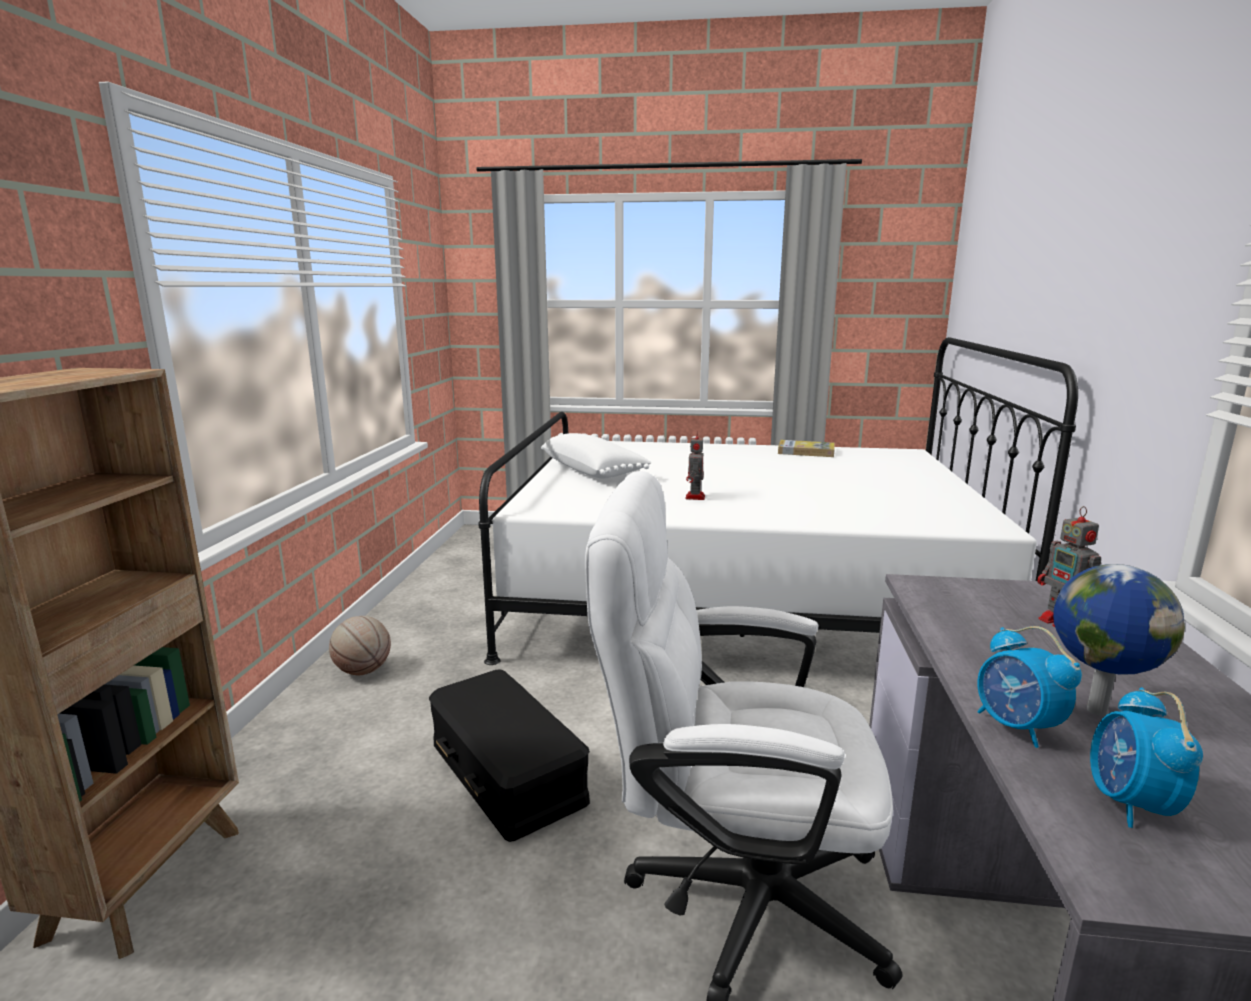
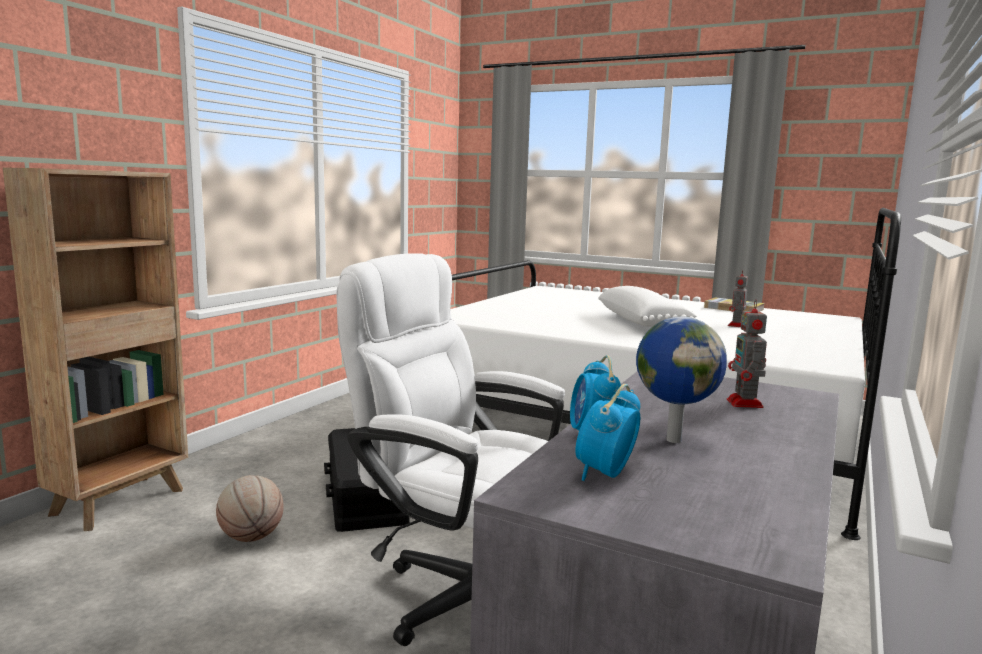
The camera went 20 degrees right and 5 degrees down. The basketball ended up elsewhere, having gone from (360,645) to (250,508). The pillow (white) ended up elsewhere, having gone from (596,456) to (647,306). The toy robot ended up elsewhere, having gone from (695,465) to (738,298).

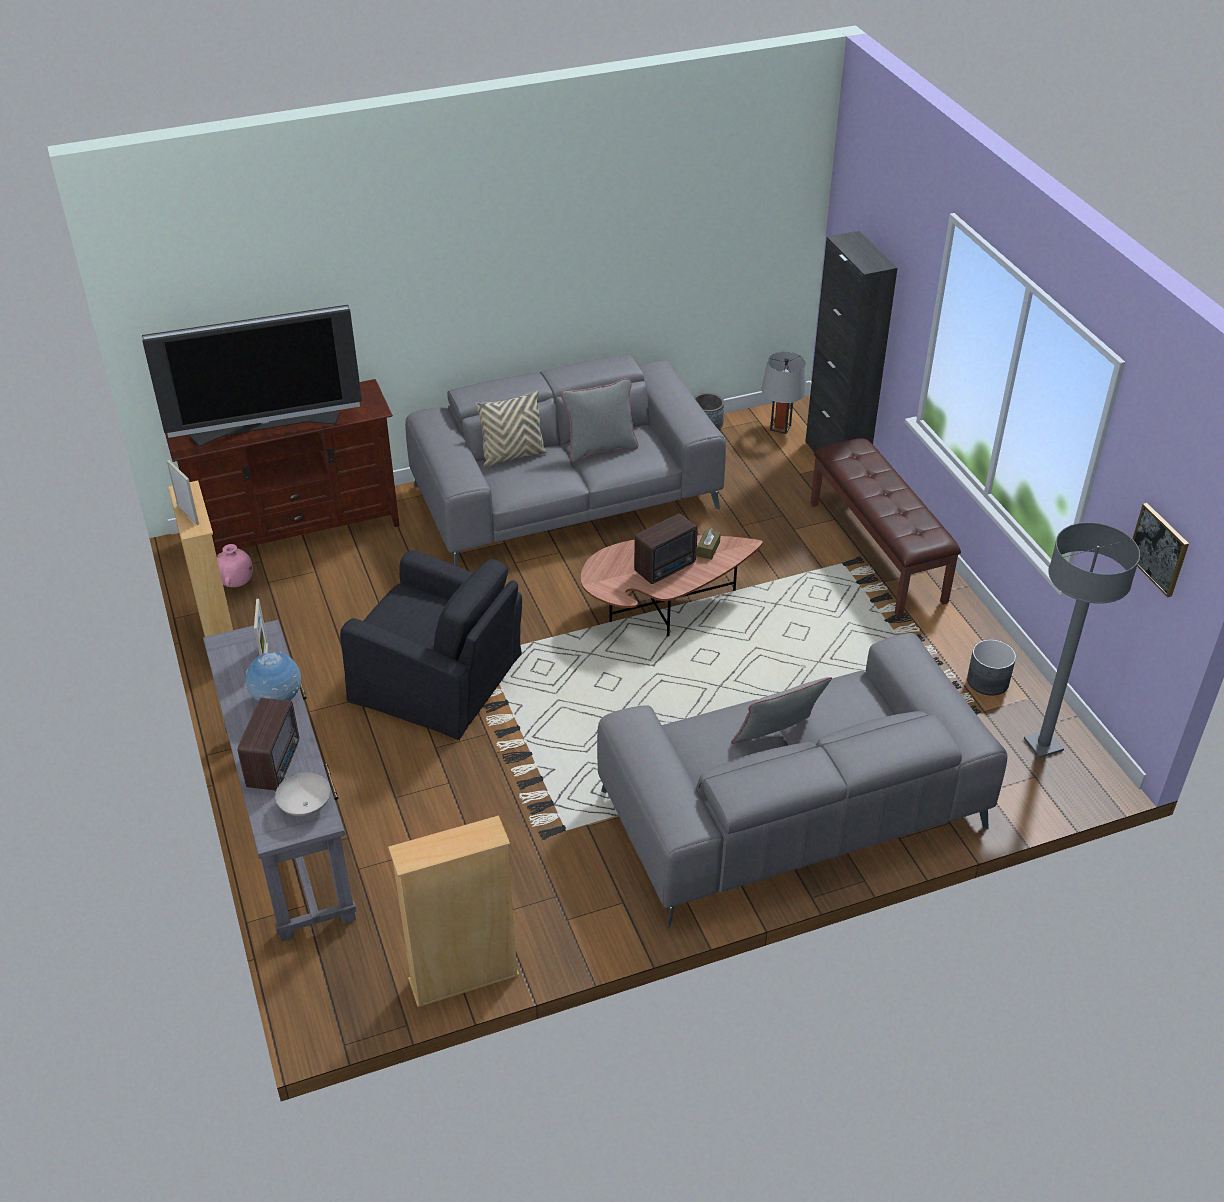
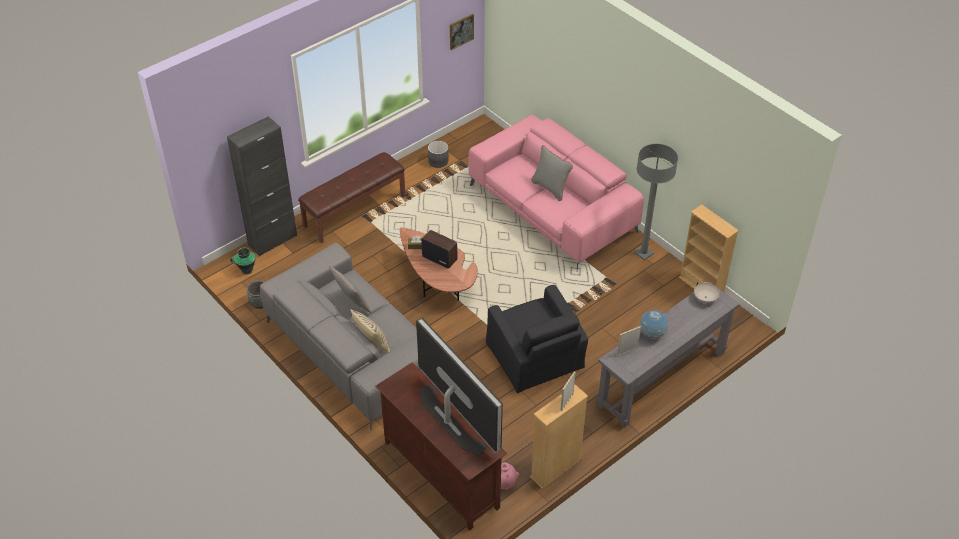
The camera went 110 degrees left and 5 degrees up. The second view lost the radio at (268,744). The armchair (black) at (431,645) ended up facing another way, 150 degrees clockwise from before. What was the sofa (grey) at (802,781) turned into the sofa (pink) at (556,193). Where the table lamp (grey) stood at (784,393), the vase came to stand at (243,261). The floor lamp (grey) ended up elsewhere, having gone from (1082,640) to (656,202).

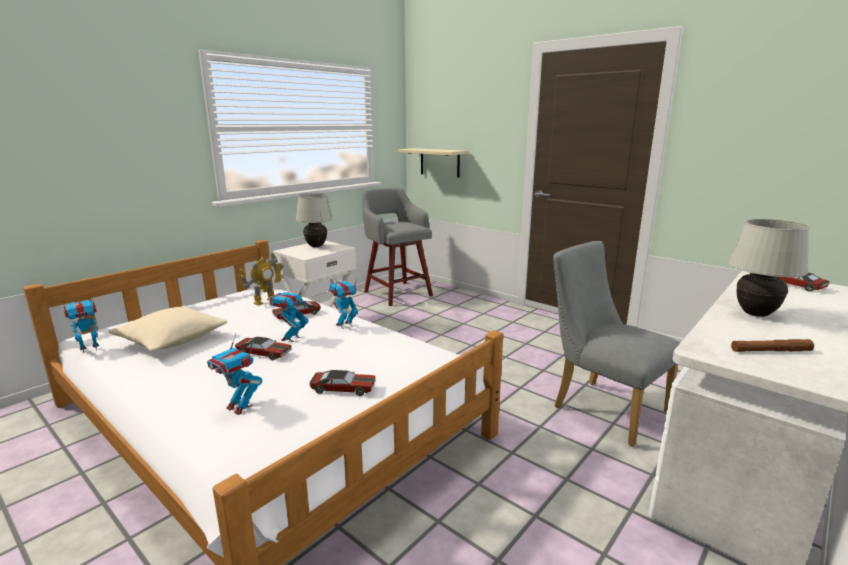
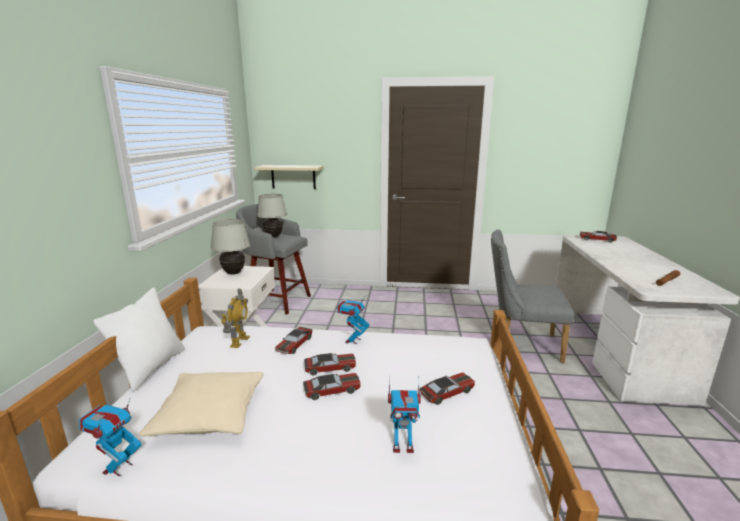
The camera went 35 degrees left and 0 degrees up. Where the toy robot stood at (289,314), the toy car came to stand at (330,364). The table lamp (white) ended up elsewhere, having gone from (768,268) to (272,216). The second view gained the pillow (white) at (139,340).

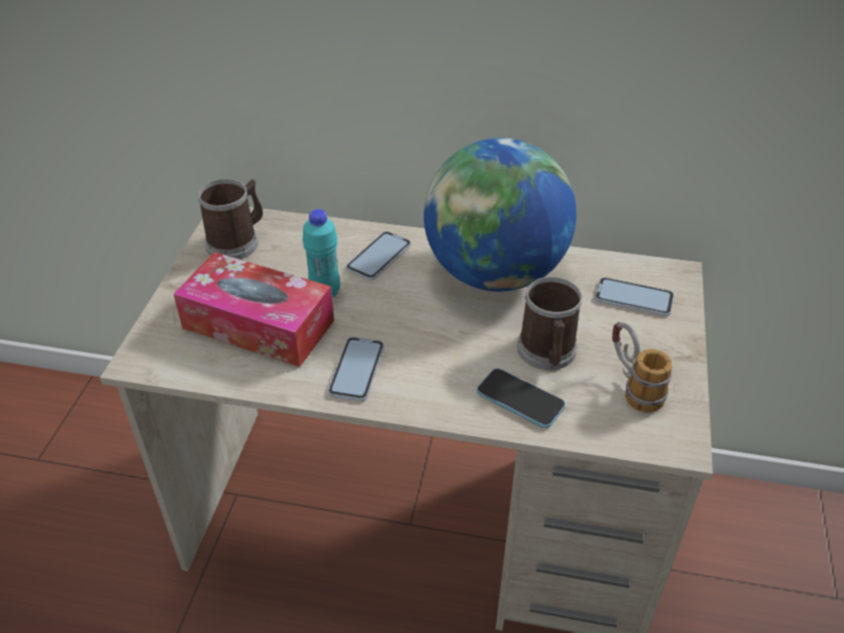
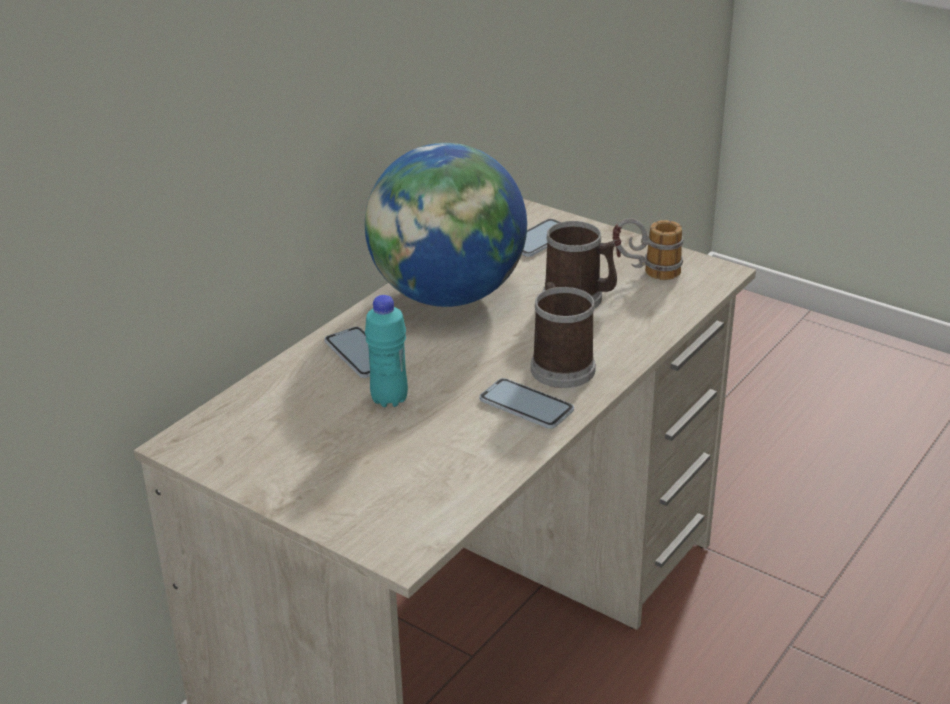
The camera went 65 degrees left and 10 degrees down. The second view lost the tissue box at (253,309). The mug ended up elsewhere, having gone from (230,219) to (563,335). The second view lost the phone at (521,398).

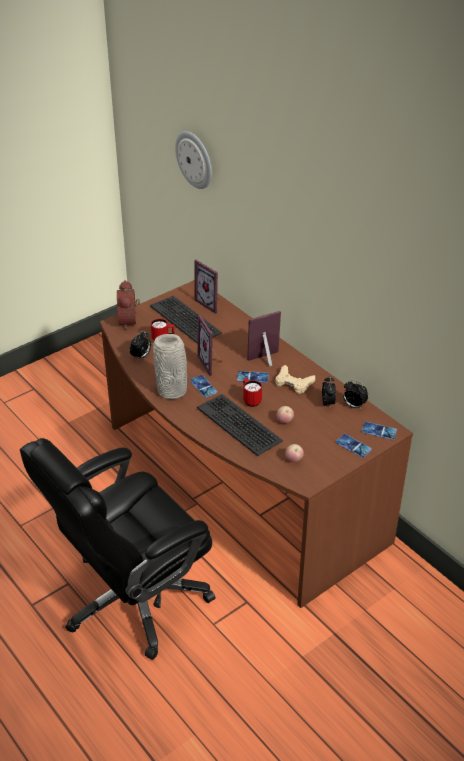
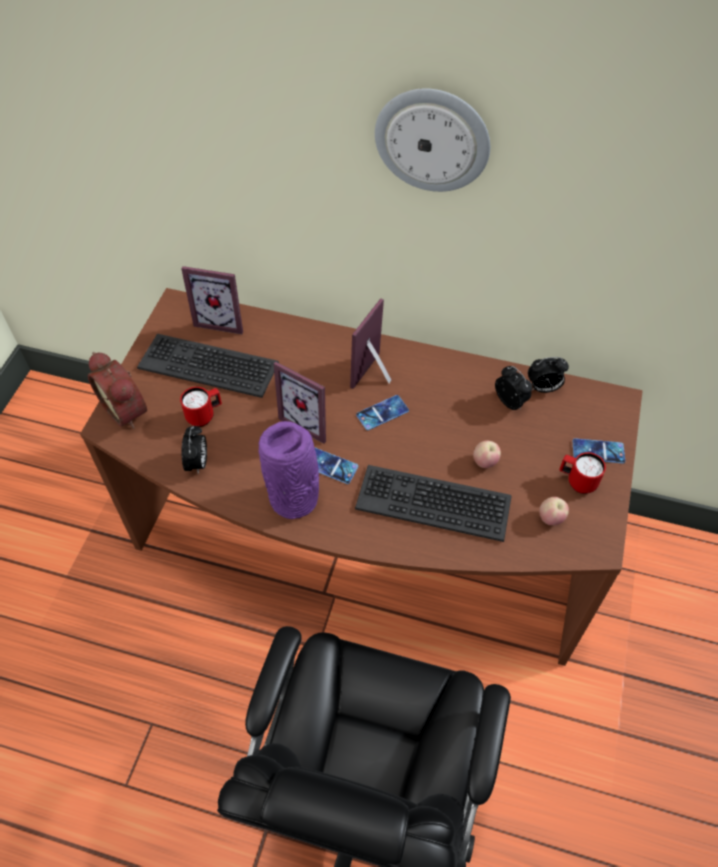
The camera went 35 degrees left and 15 degrees up. What was the vase (grey) at (170,366) turned into the vase (purple) at (289,470). The wall clock ended up elsewhere, having gone from (193,160) to (432,140). The mug (red) ended up elsewhere, having gone from (252,392) to (582,473). The second view lost the game controller (beige) at (295,379). The second view lost the phone at (379,431).

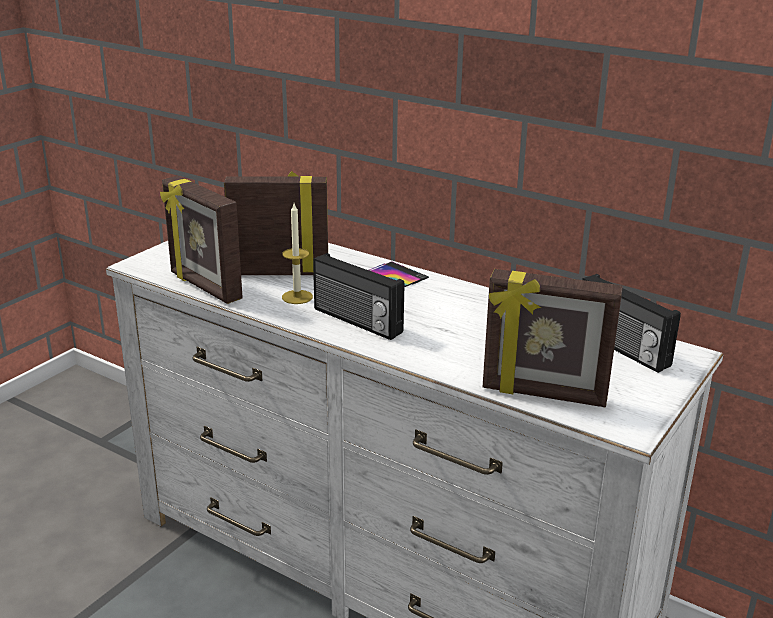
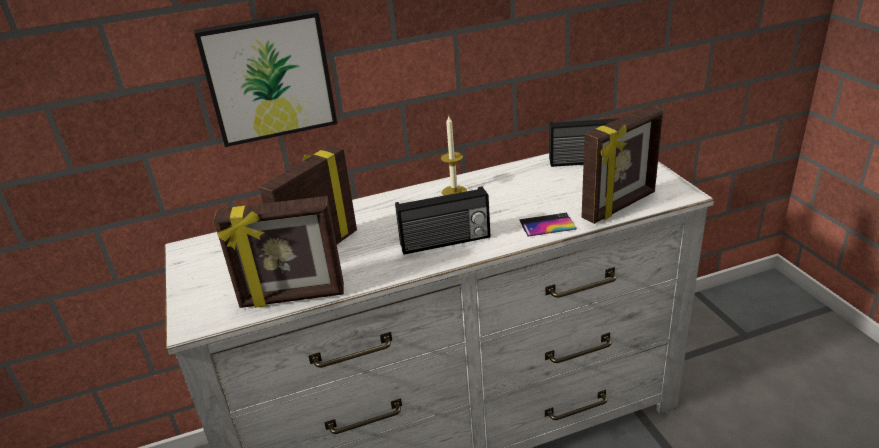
The camera went 50 degrees left and 5 degrees up. The candle ended up elsewhere, having gone from (297,253) to (454,156). The phone ended up elsewhere, having gone from (399,274) to (548,225). The second view gained the picture at (265,78).

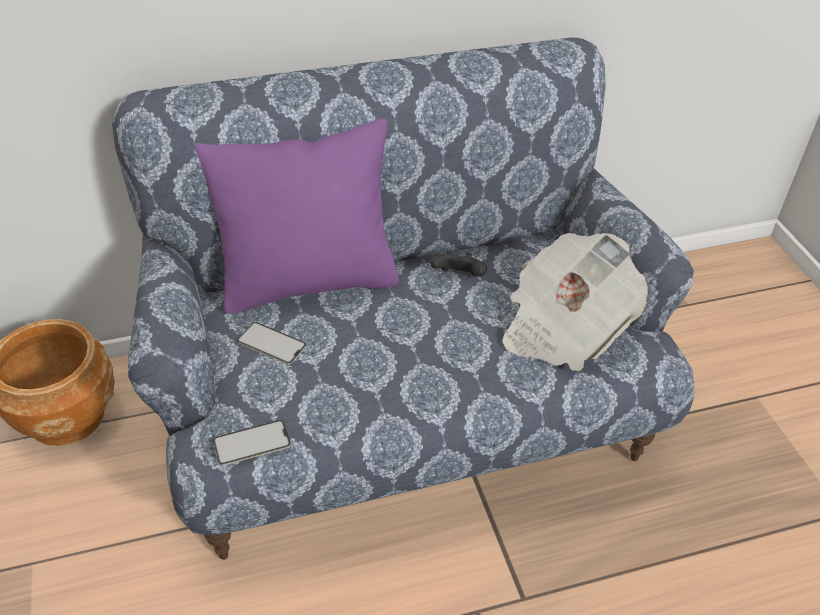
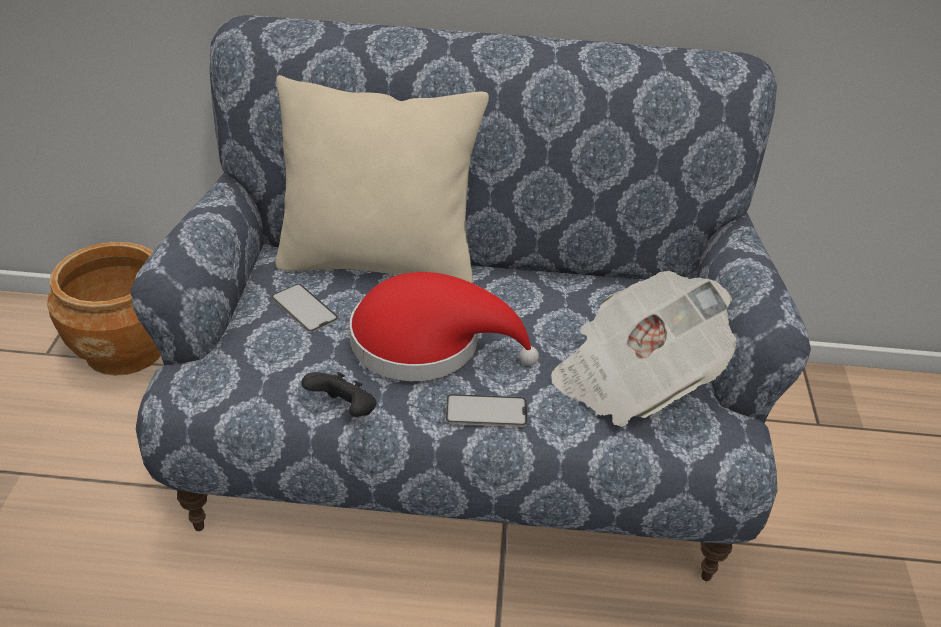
The camera went 20 degrees right and 5 degrees down. What was the pillow (purple) at (297,216) turned into the pillow (beige) at (382,179). The phone ended up elsewhere, having gone from (252,443) to (486,410). The game controller (black) ended up elsewhere, having gone from (458,264) to (339,394). The second view gained the hat (red) at (444,326).

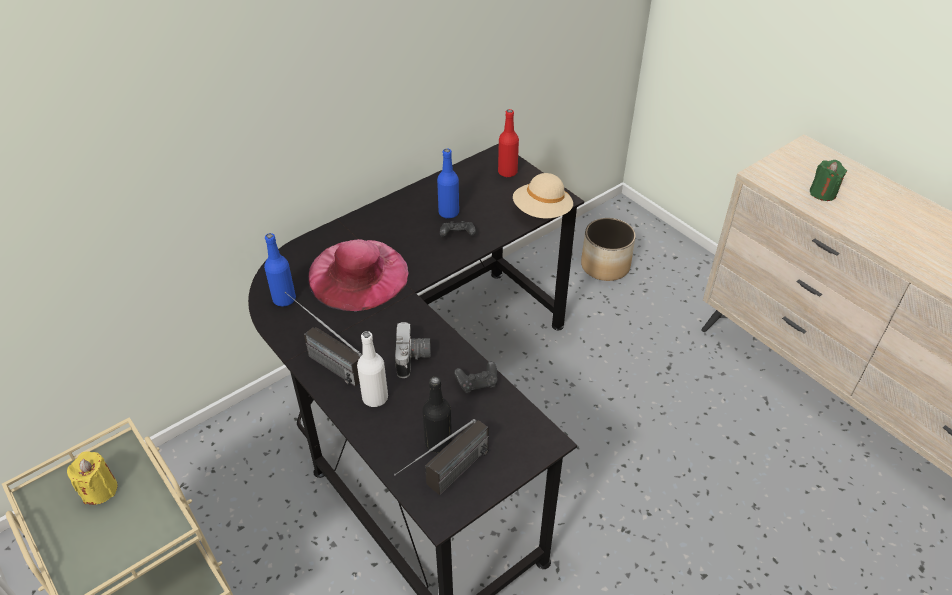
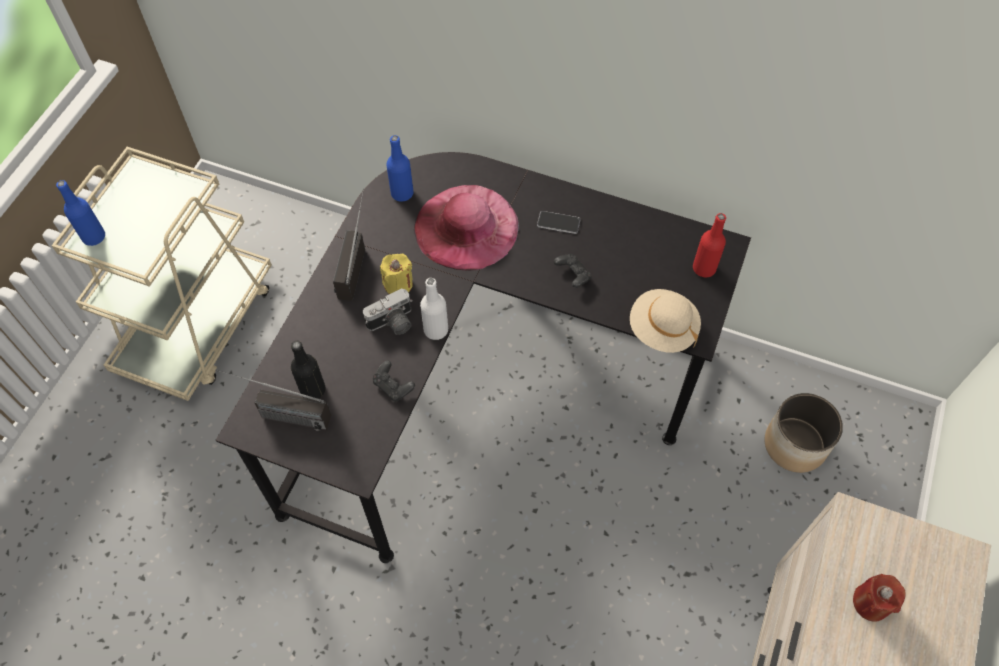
The camera went 60 degrees right and 15 degrees up. The candle (yellow) ended up elsewhere, having gone from (92,478) to (396,274). The bottle (white) ended up elsewhere, having gone from (372,369) to (434,309). The bottle (blue) ended up elsewhere, having gone from (448,183) to (80,213). What was the candle (green) at (828,180) turned into the candle (red) at (879,598). The second view gained the phone at (559,222).

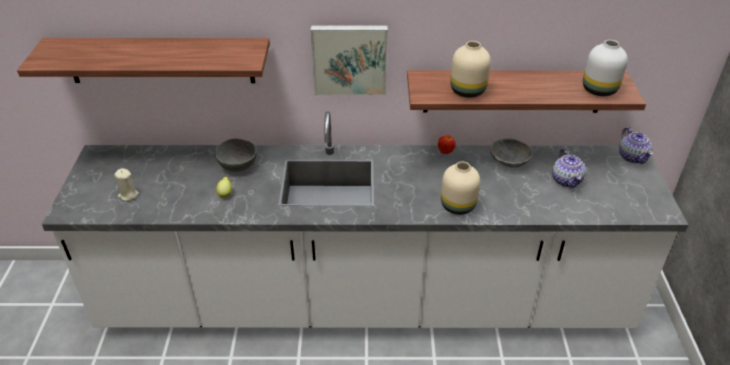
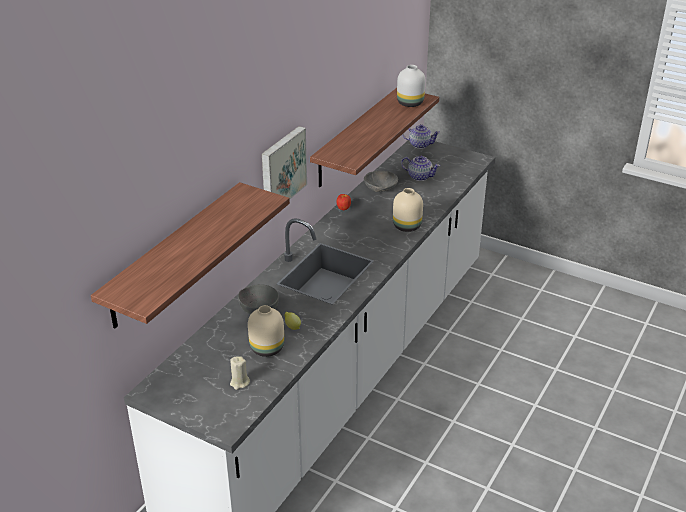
The camera went 60 degrees left and 5 degrees down. The vase (beige) ended up elsewhere, having gone from (470,69) to (266,331).

